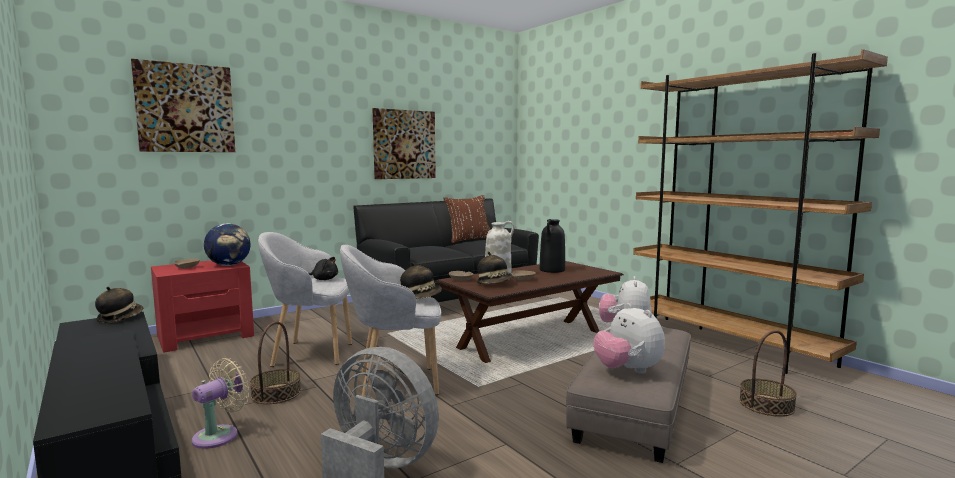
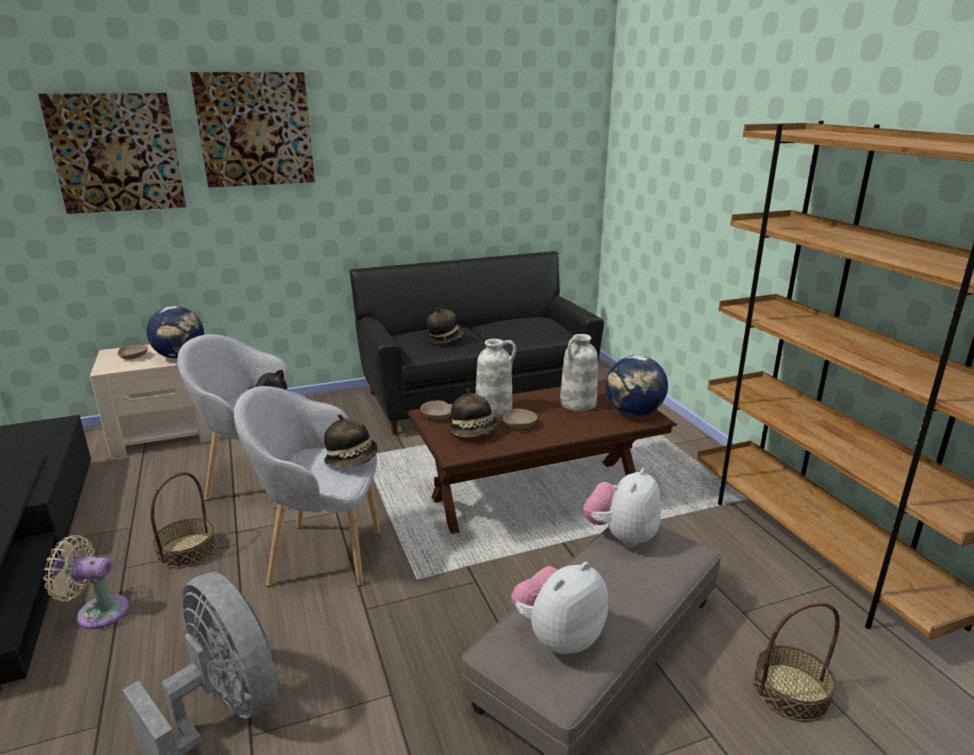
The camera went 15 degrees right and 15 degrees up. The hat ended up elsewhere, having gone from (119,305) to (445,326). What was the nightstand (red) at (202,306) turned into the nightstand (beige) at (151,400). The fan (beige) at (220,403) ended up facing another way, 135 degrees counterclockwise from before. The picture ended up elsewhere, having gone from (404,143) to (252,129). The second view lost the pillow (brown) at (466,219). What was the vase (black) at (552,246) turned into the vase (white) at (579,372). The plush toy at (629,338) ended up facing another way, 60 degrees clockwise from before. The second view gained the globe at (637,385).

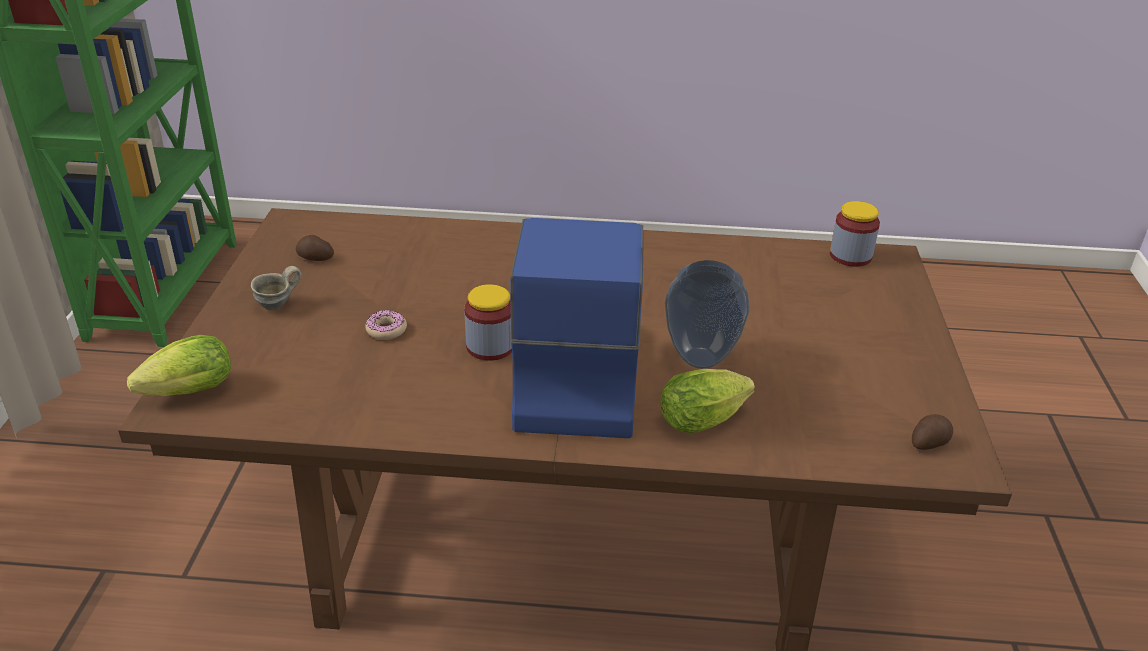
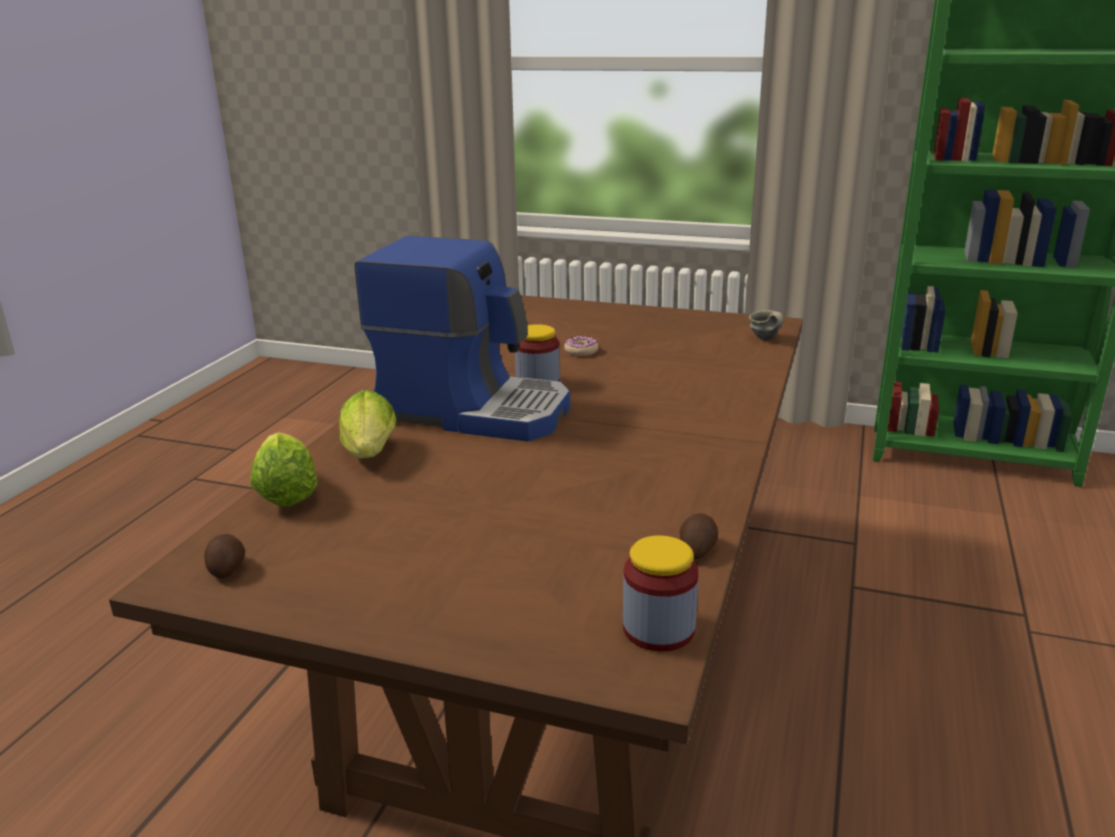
The camera went 105 degrees right and 10 degrees down. The lettuce ended up elsewhere, having gone from (179,365) to (283,469). The mug (grey) ended up elsewhere, having gone from (276,288) to (766,325). The potato ended up elsewhere, having gone from (315,248) to (699,536). The second view lost the vase at (707,314).

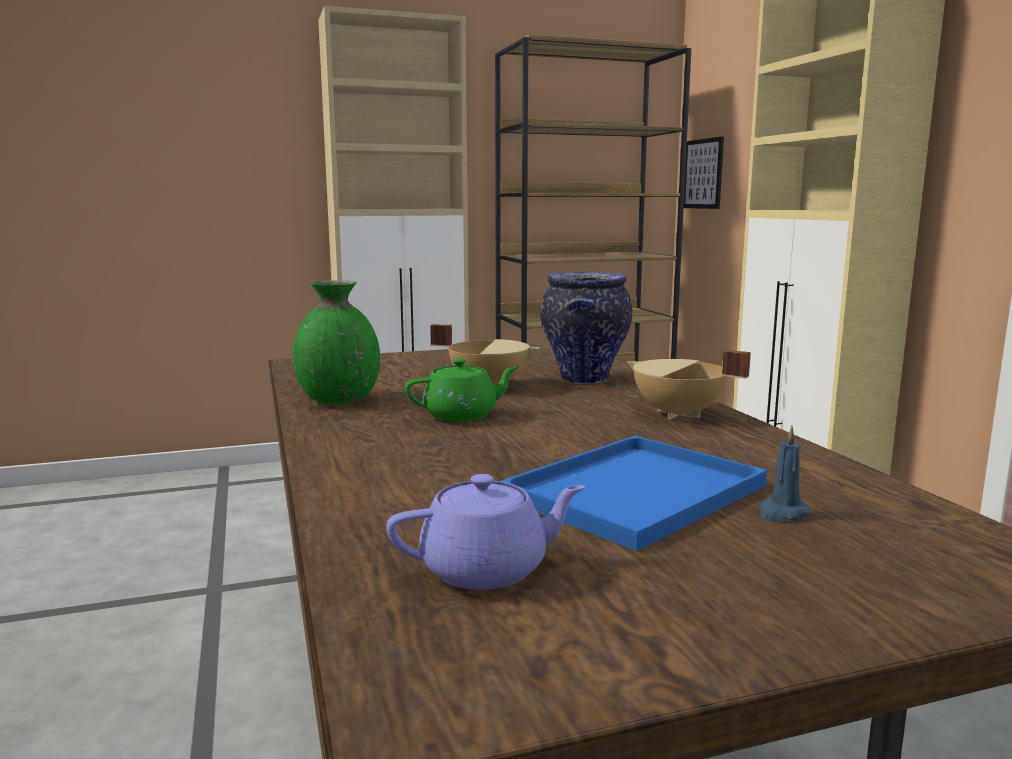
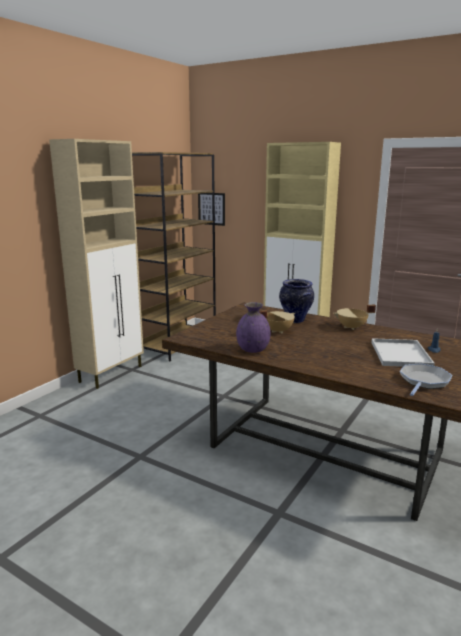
The camera went 40 degrees left and 5 degrees up. What was the vase (green) at (336,342) turned into the vase (purple) at (253,327). Where the teapot (purple) stood at (486,532), the frying pan came to stand at (426,379). The second view lost the teapot (green) at (462,390). What was the tray (blue) at (634,493) turned into the tray (white) at (403,352).

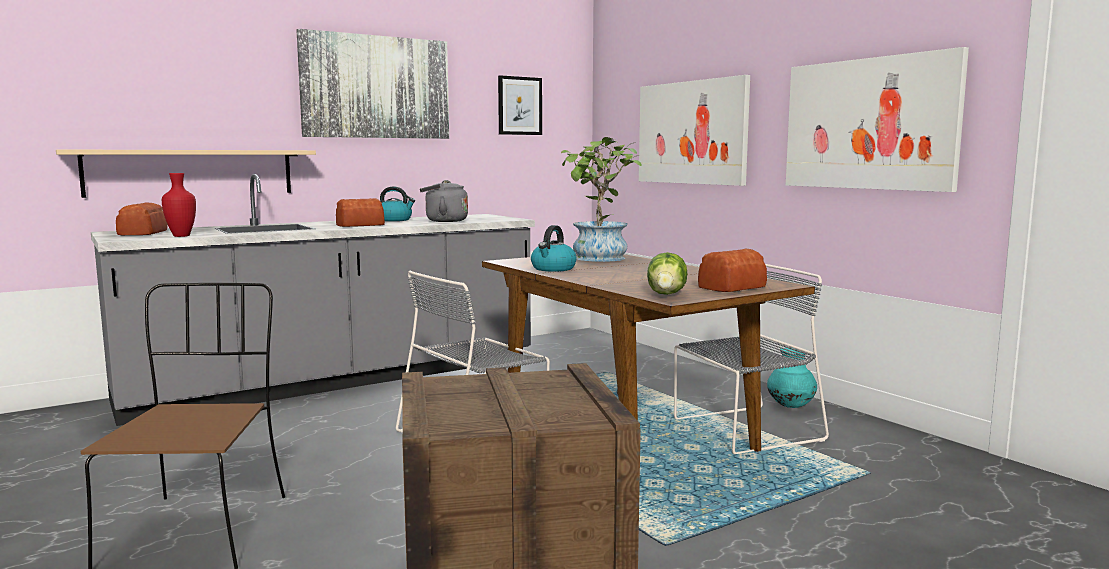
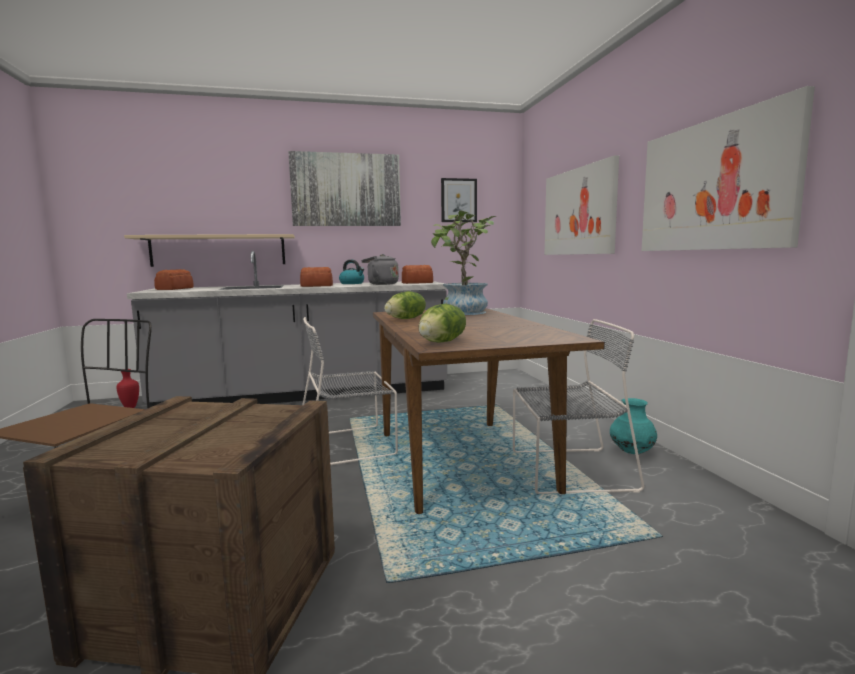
The camera went 20 degrees right and 0 degrees up. The vase (red) ended up elsewhere, having gone from (179,205) to (127,388). Where the kettle stood at (554,248), the lettuce came to stand at (405,305). The bread ended up elsewhere, having gone from (732,270) to (417,274).

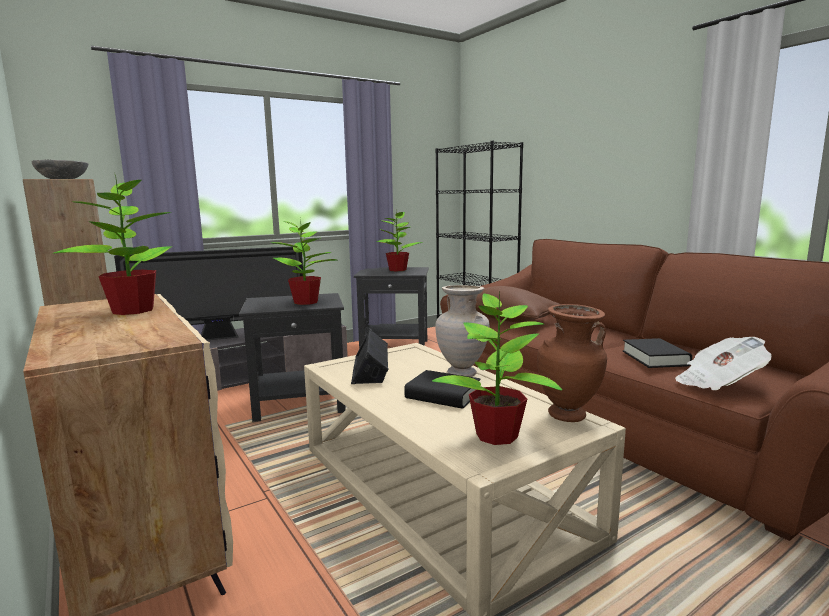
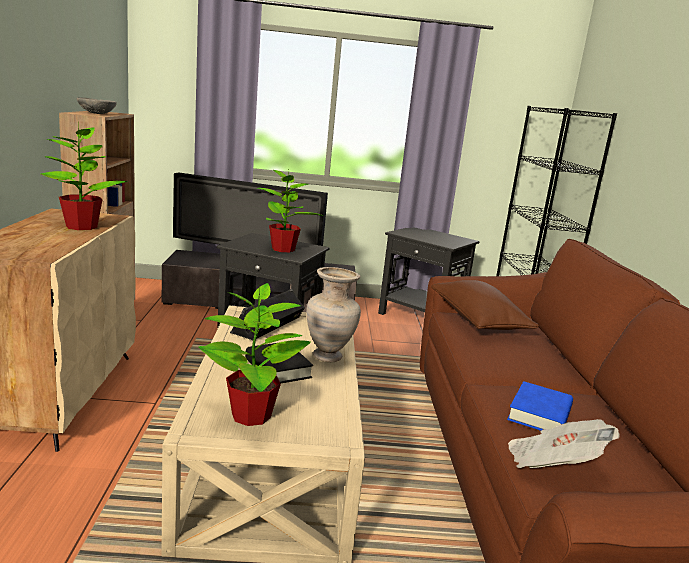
The camera went 30 degrees right and 5 degrees up. The second view lost the potted plant at (399,239). The second view lost the vase (brown) at (572,363). What was the book (black) at (657,353) turned into the book (blue) at (540,406).

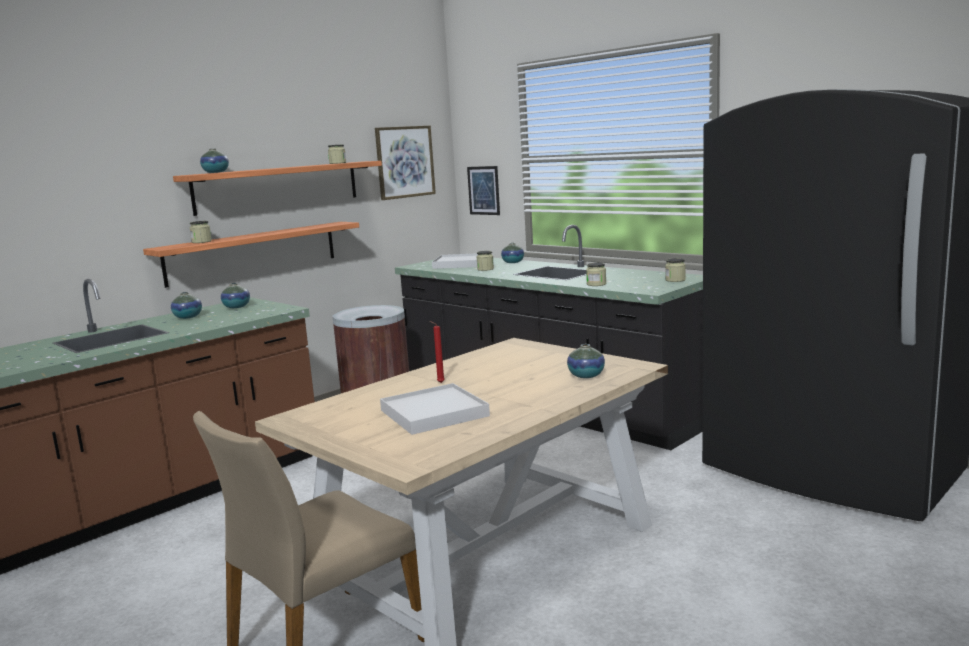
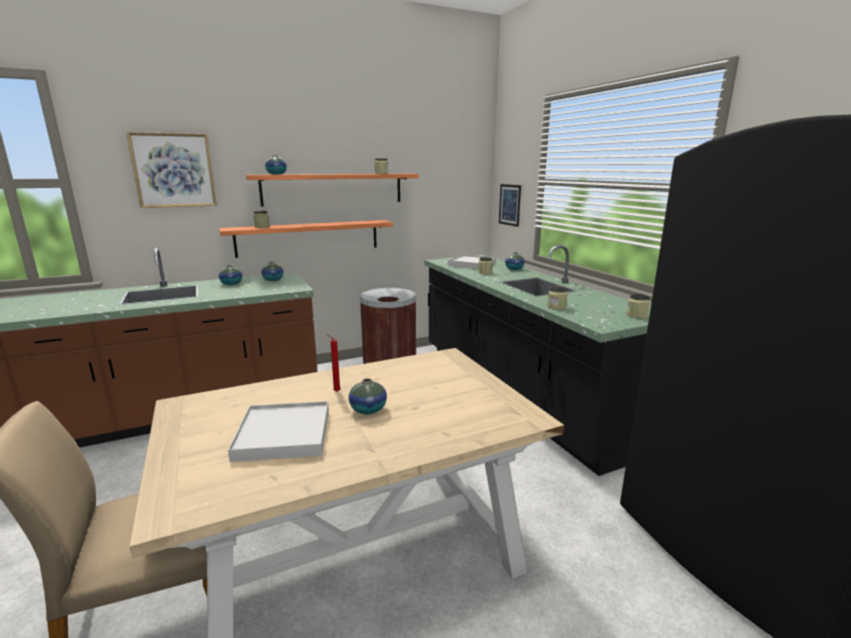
The camera went 20 degrees right and 5 degrees up. The picture ended up elsewhere, having gone from (405,163) to (171,170). The vase ended up elsewhere, having gone from (586,361) to (368,396).

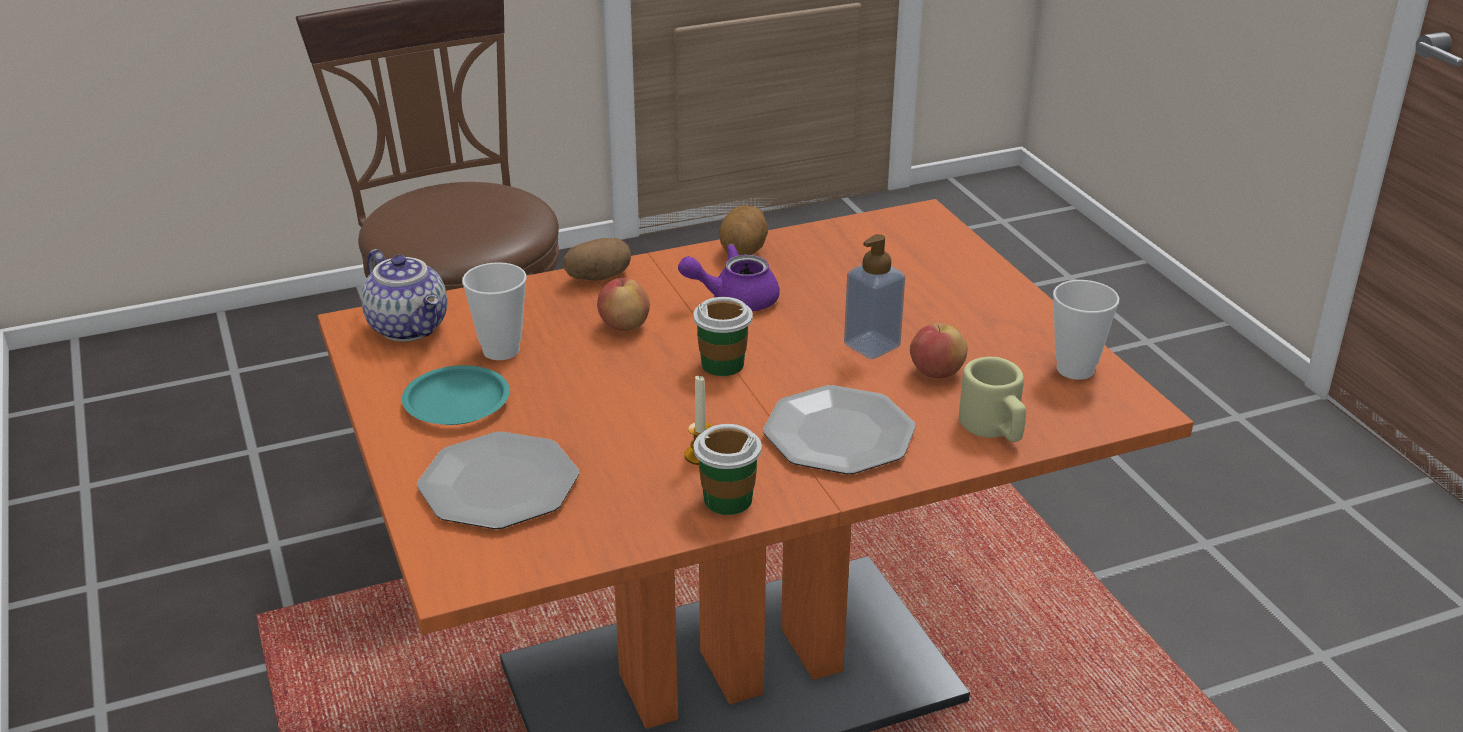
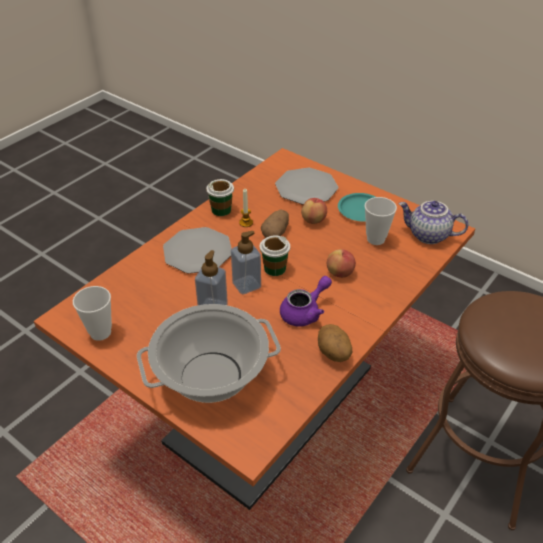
The camera went 150 degrees right and 10 degrees up. The potato ended up elsewhere, having gone from (597,259) to (275,223). The apple ended up elsewhere, having gone from (938,350) to (314,211). The second view lost the mug (beige) at (992,399). The second view gained the cooking pot at (209,353). The second view gained the soap dispenser at (246,263).

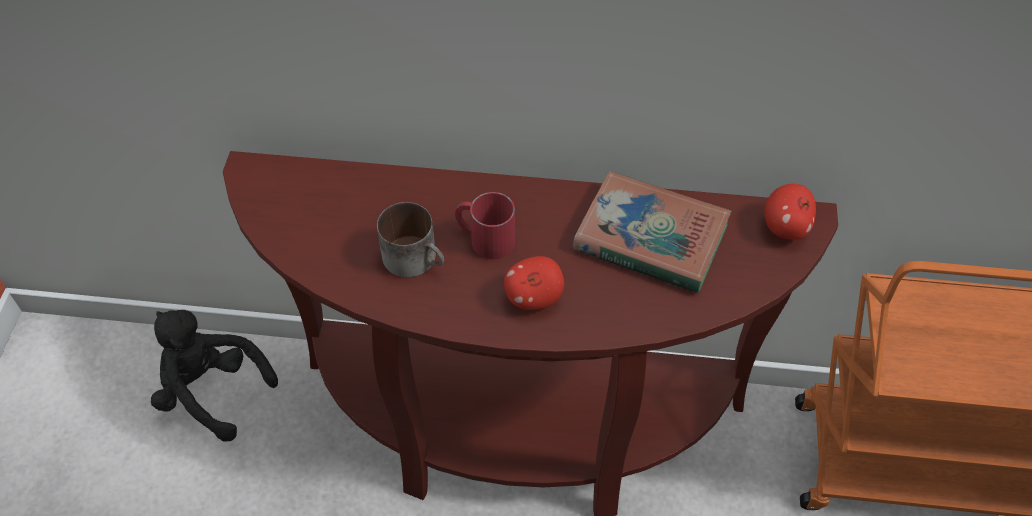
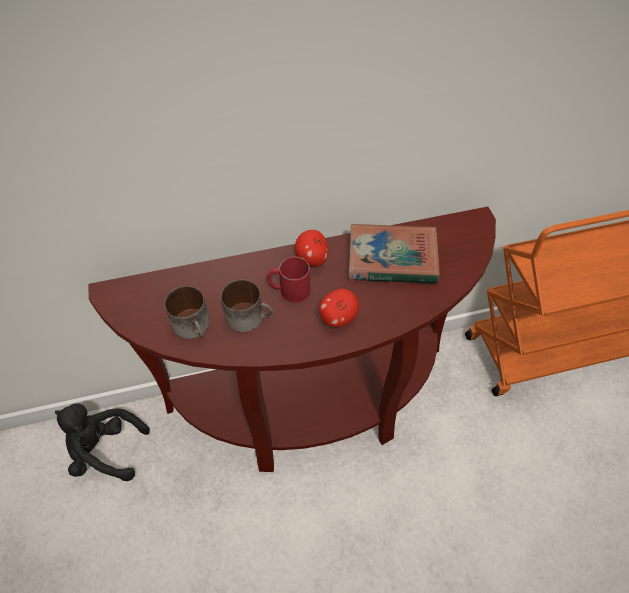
The camera went 20 degrees left and 0 degrees up. The apple ended up elsewhere, having gone from (790,212) to (311,248). The second view gained the mug at (187,312).

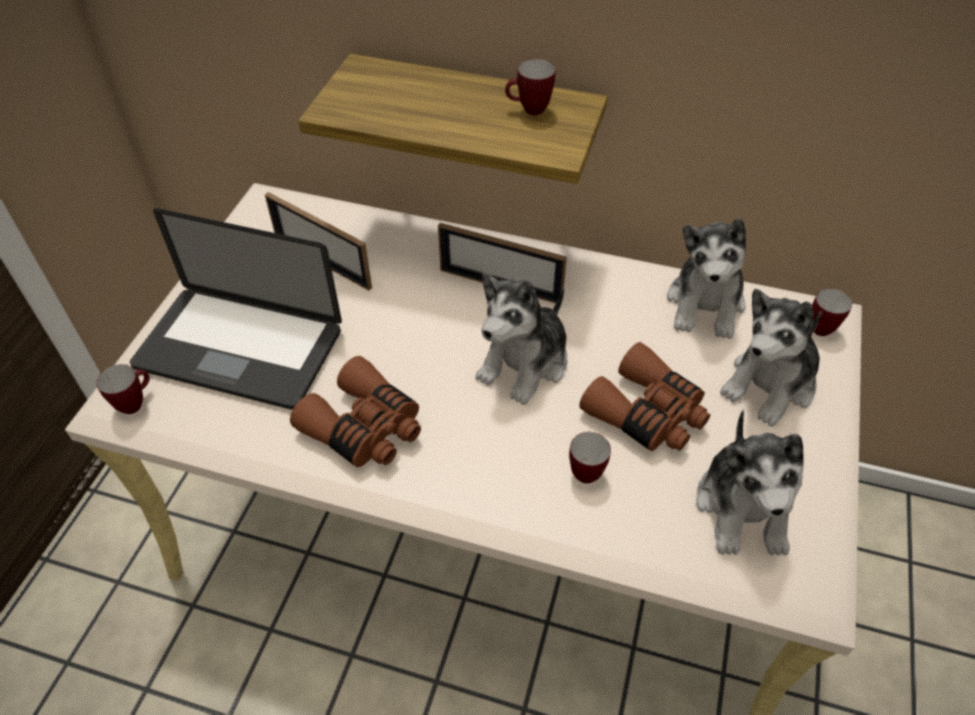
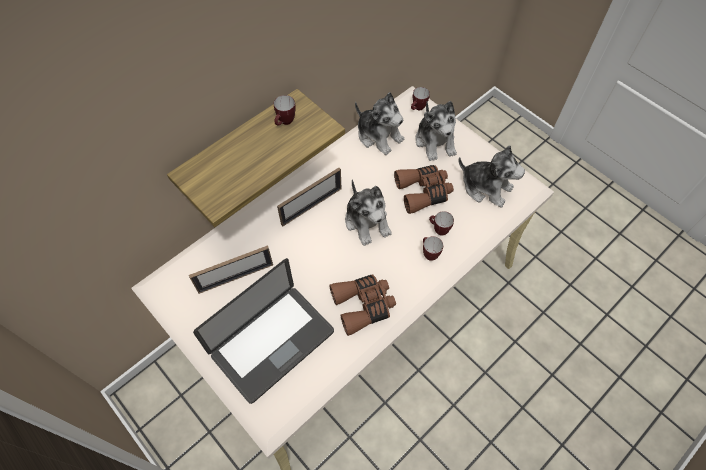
The camera went 60 degrees left and 10 degrees up. The mug ended up elsewhere, having gone from (123,389) to (433,248).

